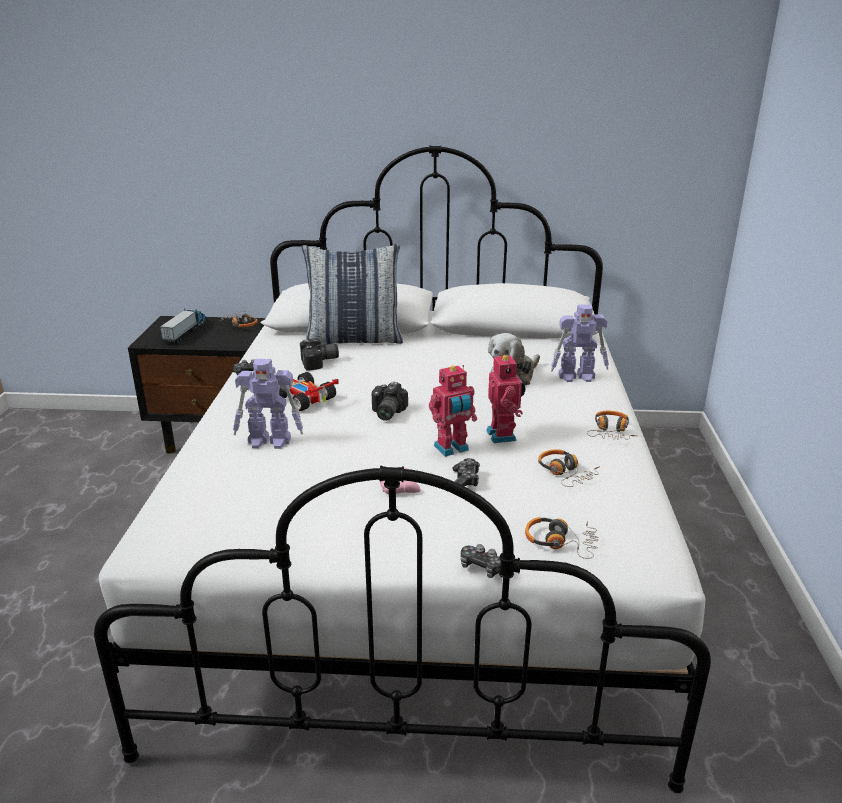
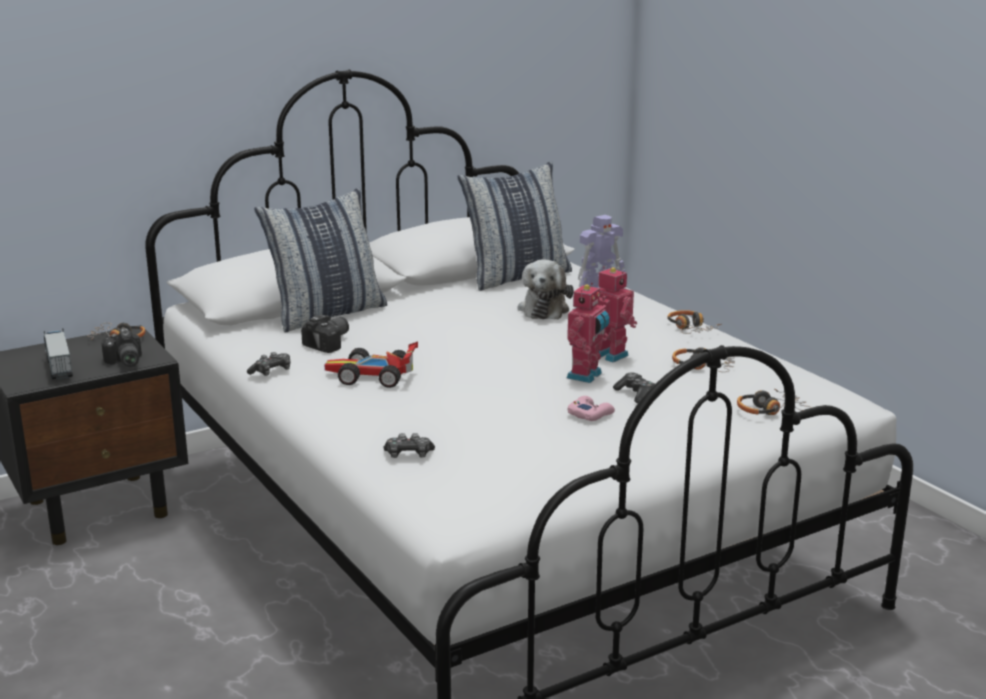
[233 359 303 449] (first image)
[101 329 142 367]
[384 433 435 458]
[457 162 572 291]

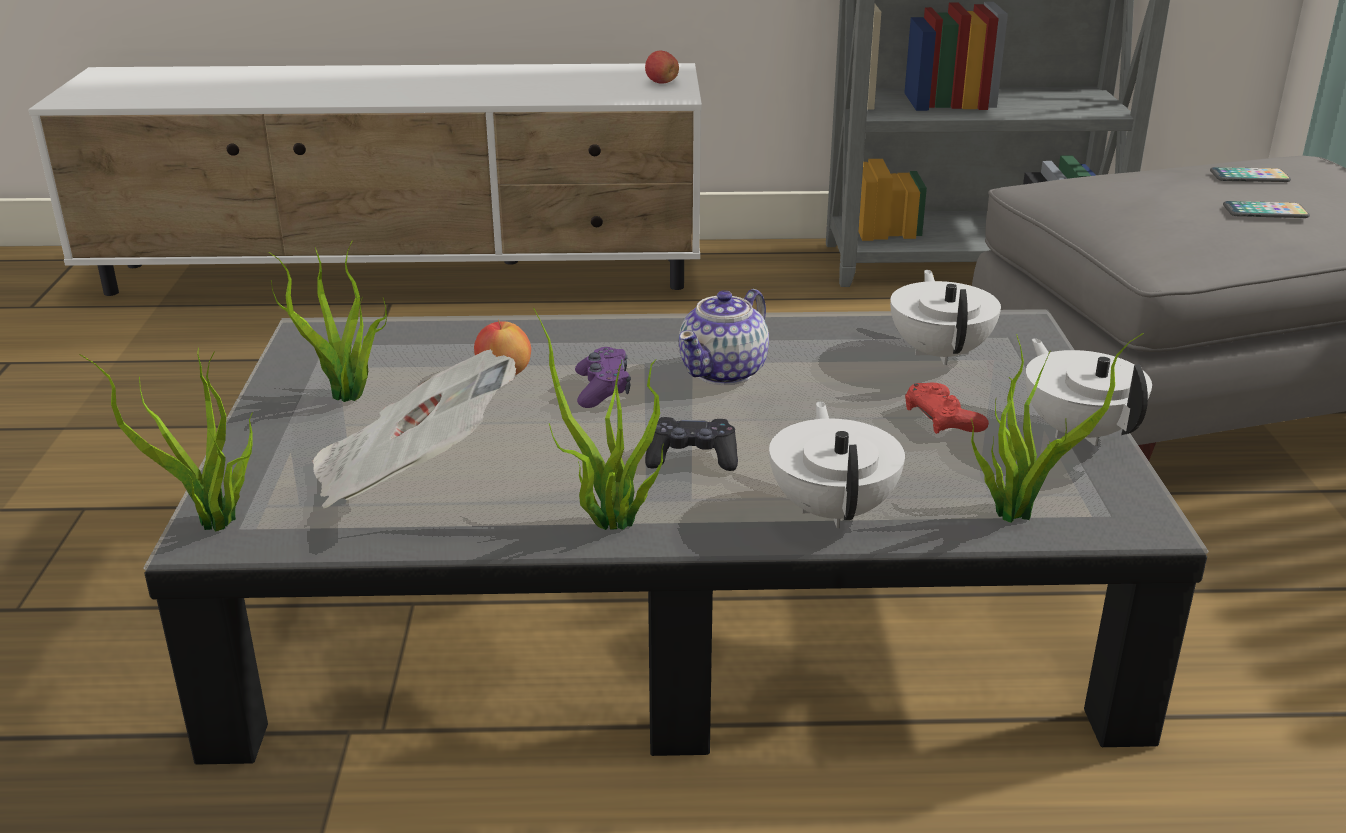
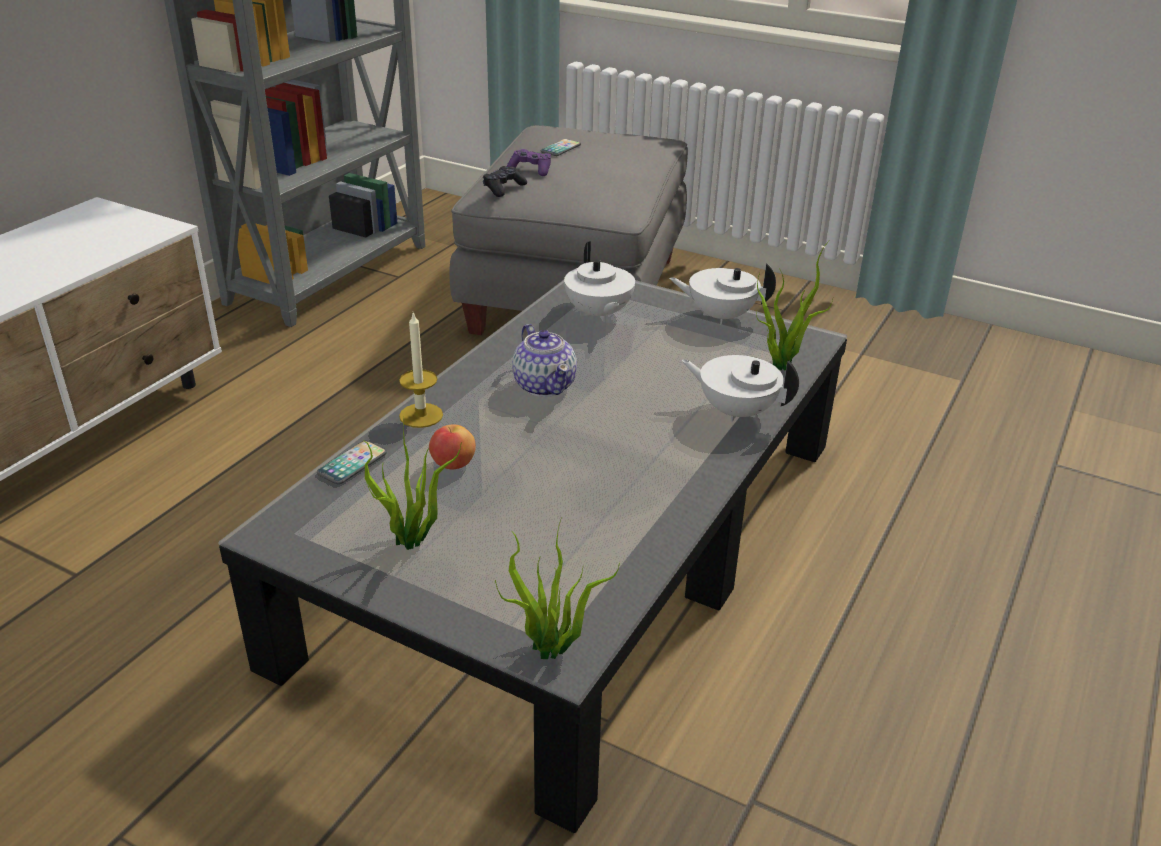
[645 51 679 84] (first image)
[317 441 387 484]
[564 241 635 322]
[533 308 663 530] (first image)
[507 149 551 176]
[312 349 516 509] (first image)
[905 383 989 434] (first image)
[483 166 527 197]
[399 312 443 428]

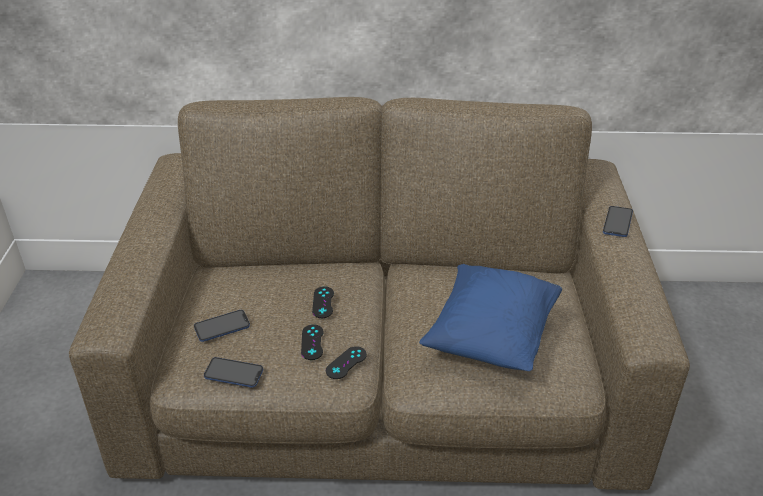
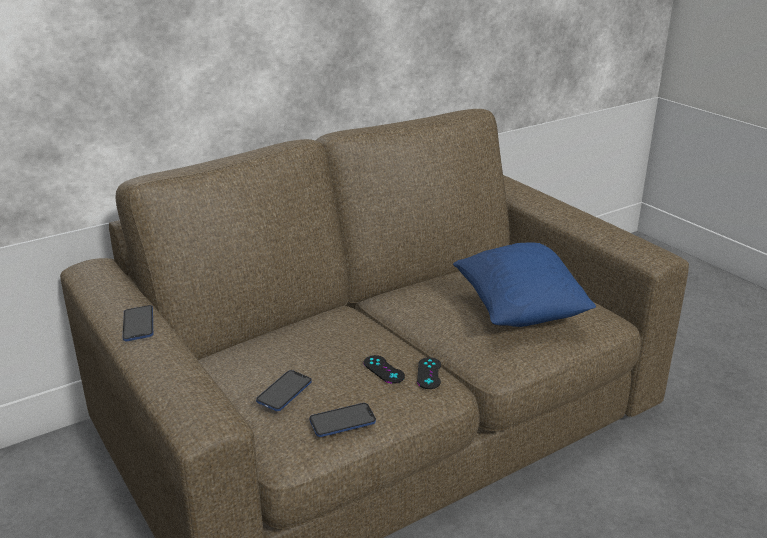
[123 305 153 341]
[312 286 334 318] (first image)

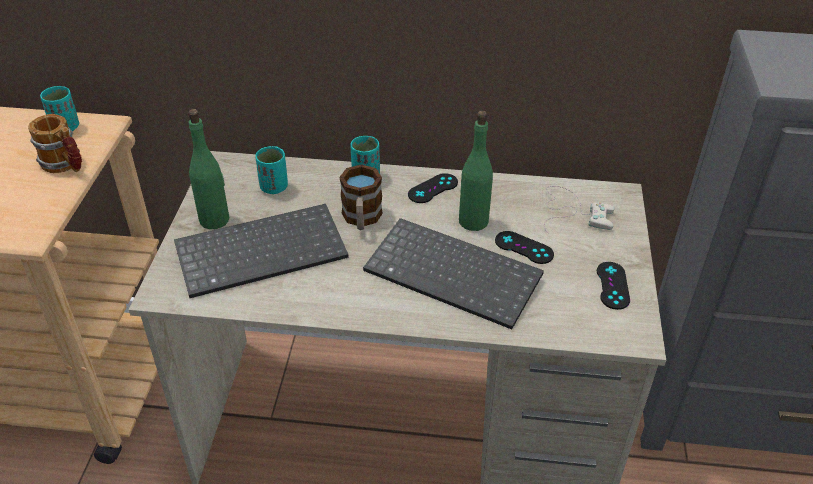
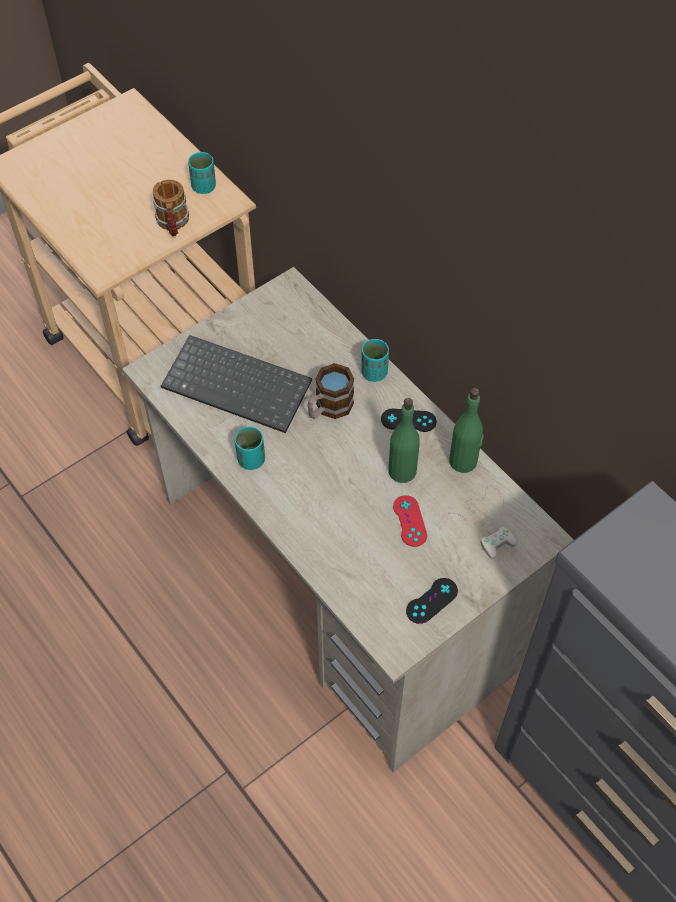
[449 387 484 473]
[235 426 265 470]
[363 218 544 329] (first image)
[393 495 427 547]

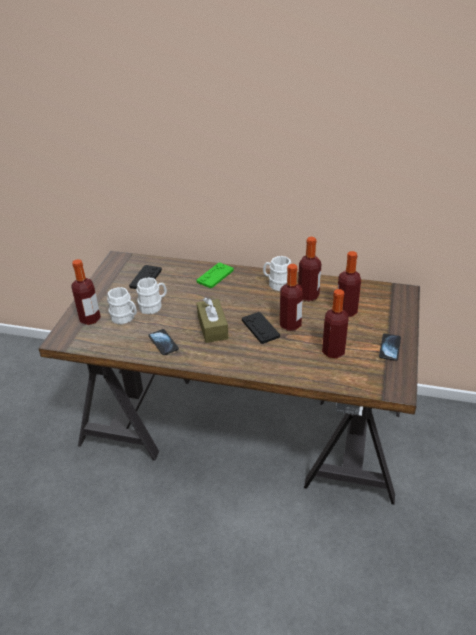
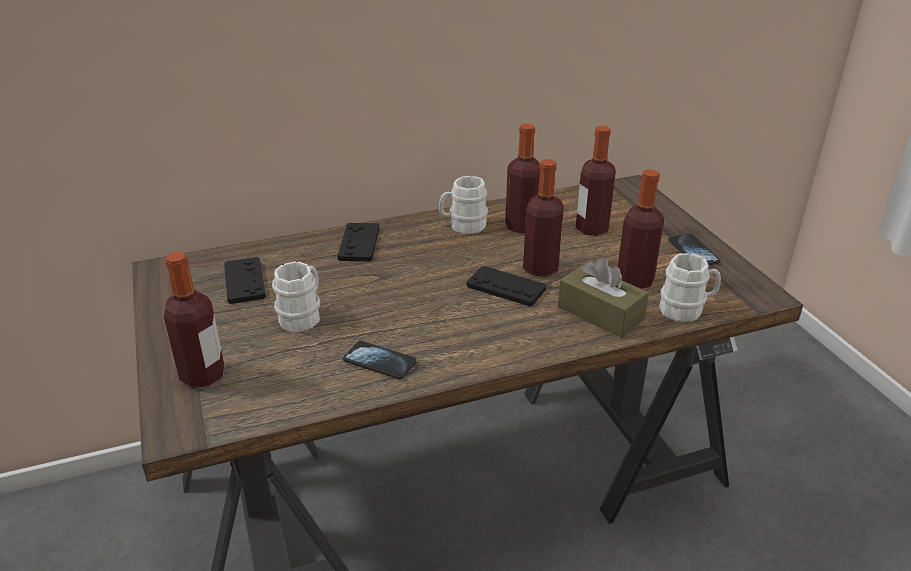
[337 223 379 261]
[659 253 721 322]
[558 258 649 338]

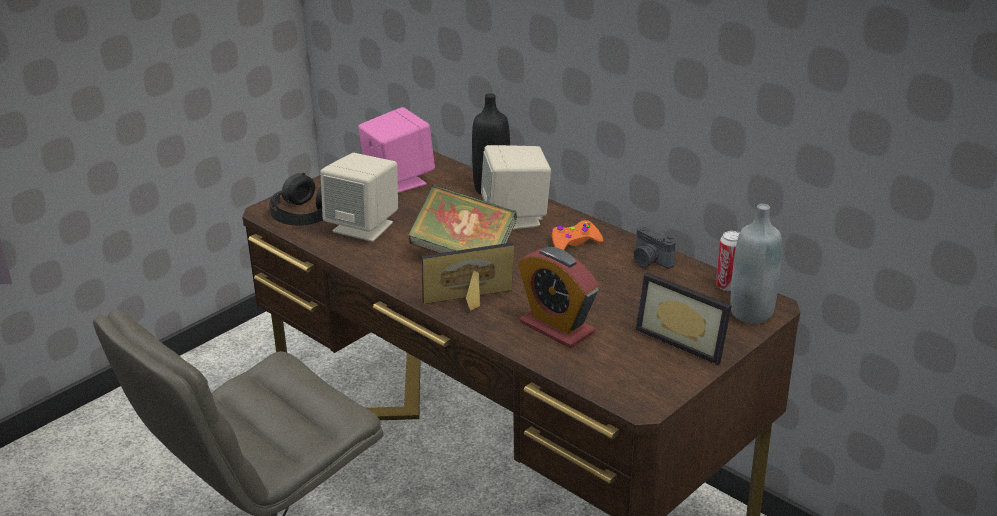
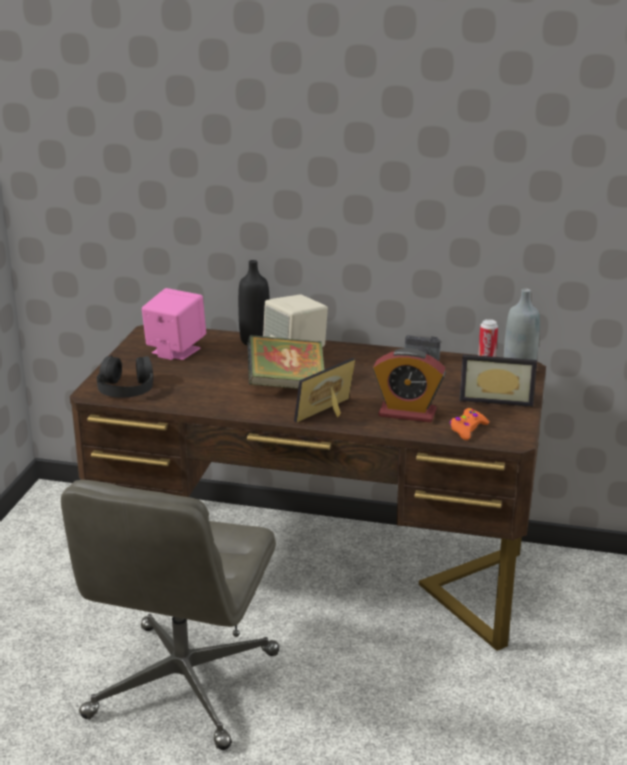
[320 153 398 242] (first image)
[450 408 489 440]

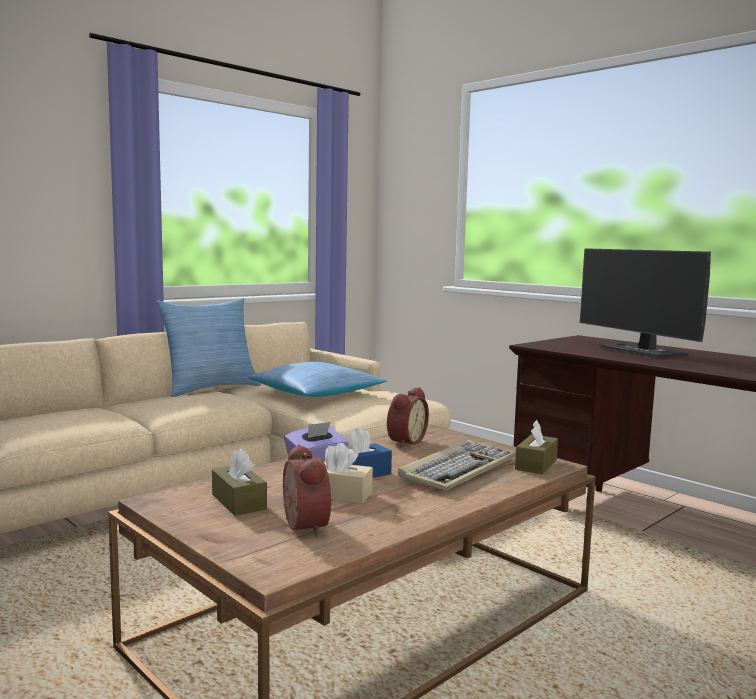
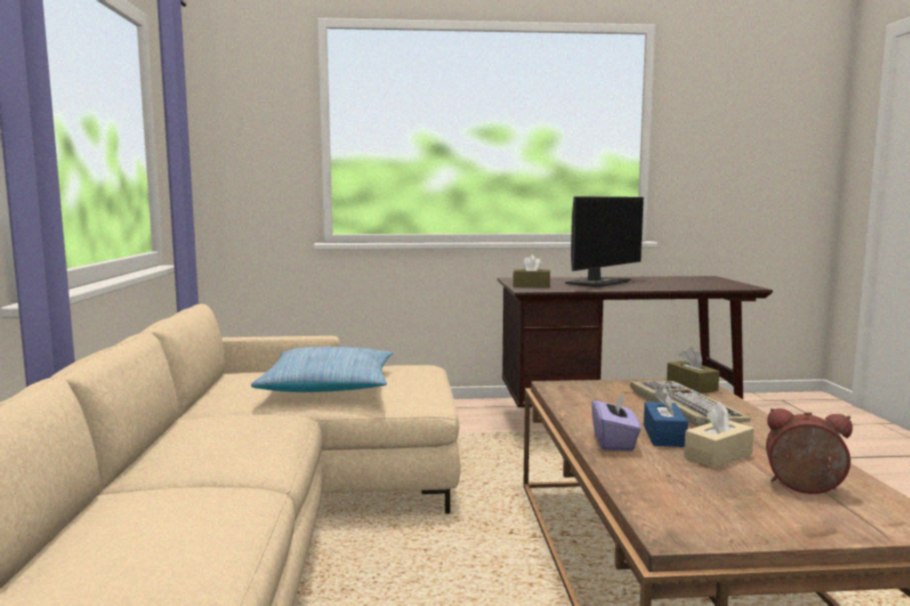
[565 196 644 287]
[155 298 261 397] (first image)
[387 387 429 448] (first image)
[513 255 551 288]

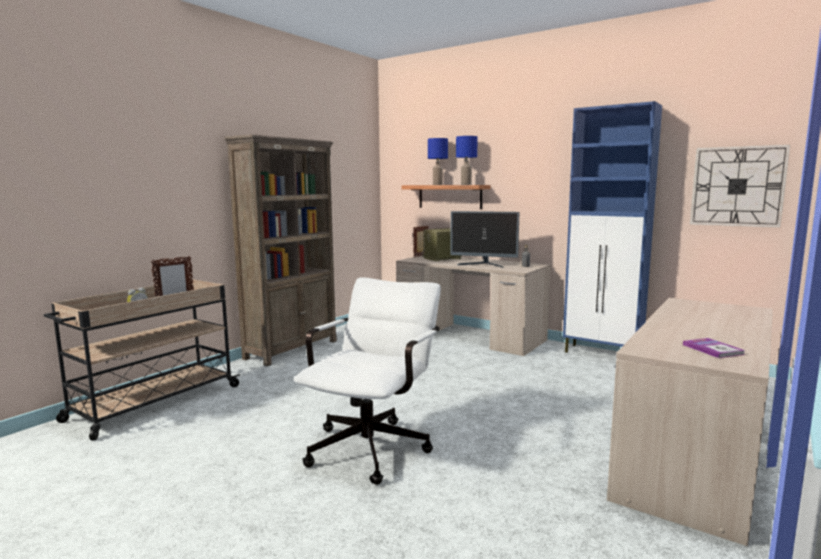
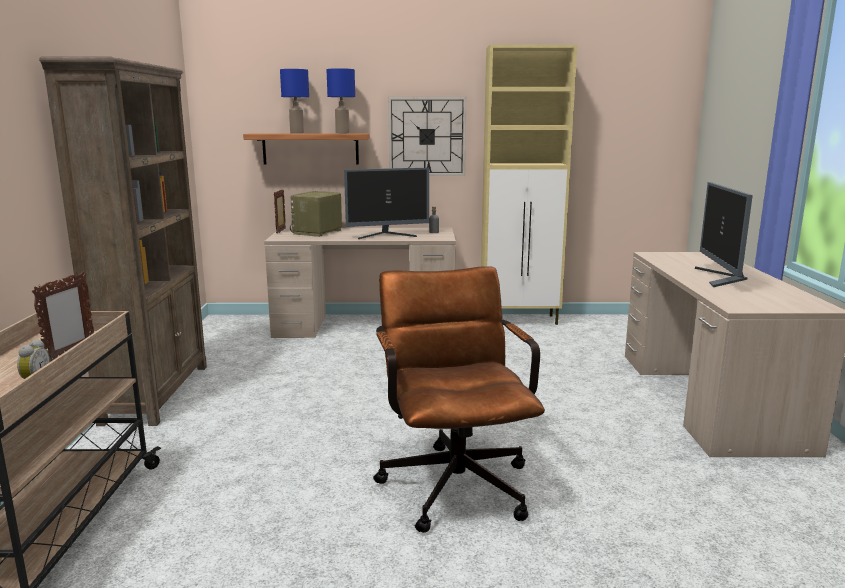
[481 45 578 325]
[388 97 466 176]
[373 266 545 533]
[683 338 745 358] (first image)
[695 182 753 287]

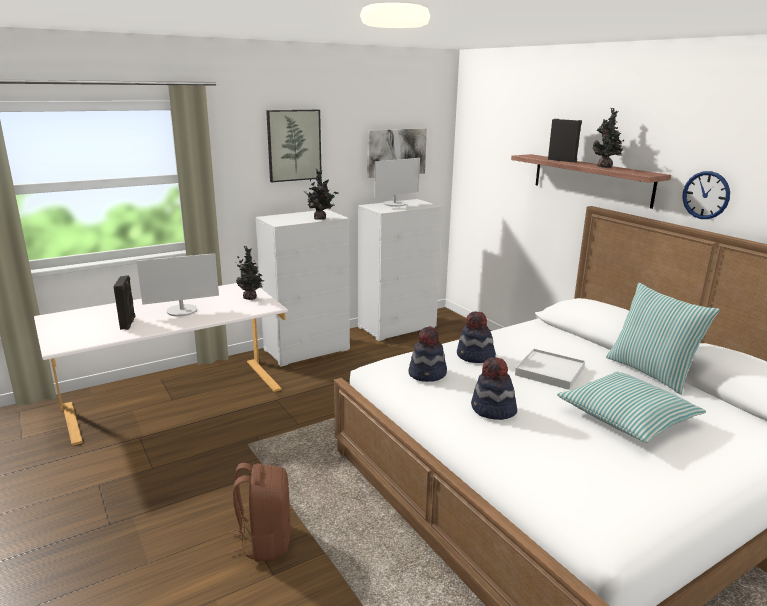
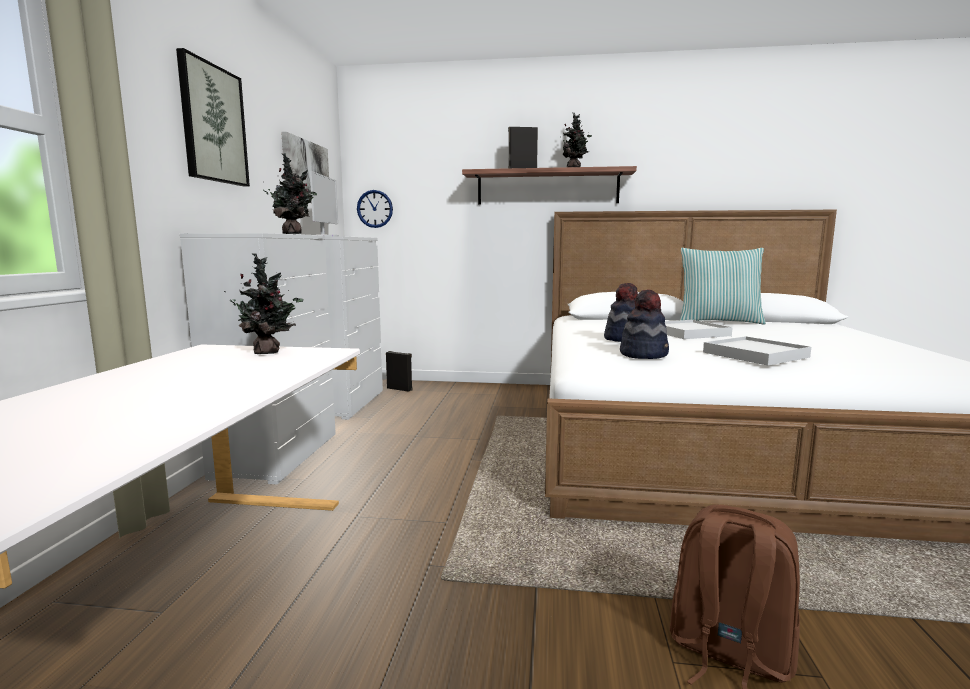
[357 190 393 228]
[137 253 219 317] (first image)
[386 351 413 392]
[703 336 811 365]
[557 372 706 443] (first image)

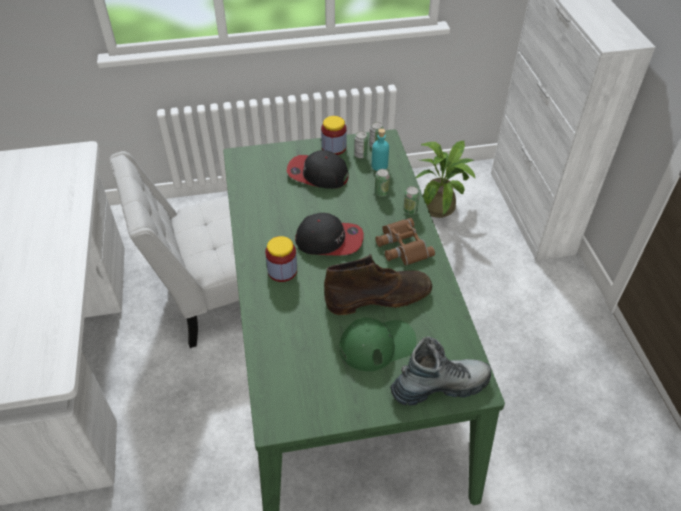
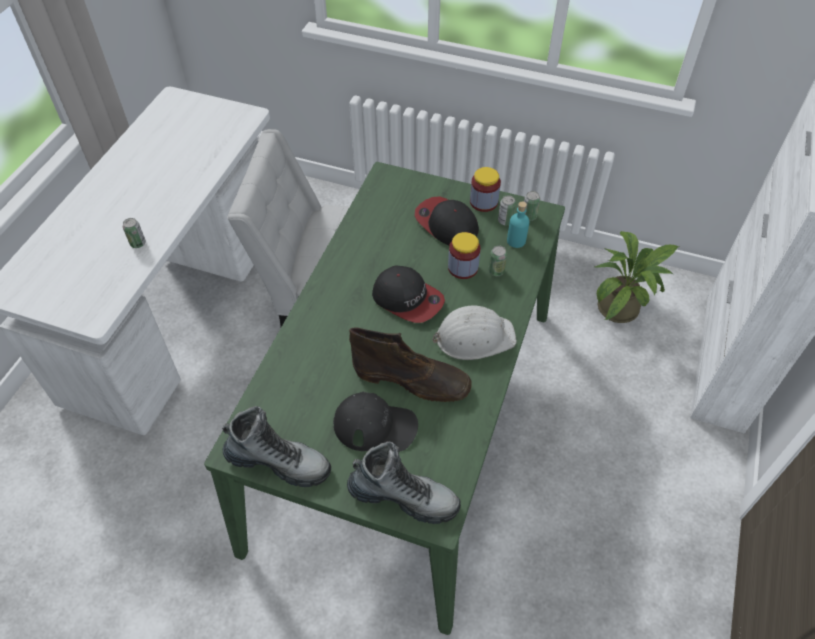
[123 218 146 248]
[432 306 517 360]
[448 232 481 279]
[333 392 418 452]
[222 406 331 487]

